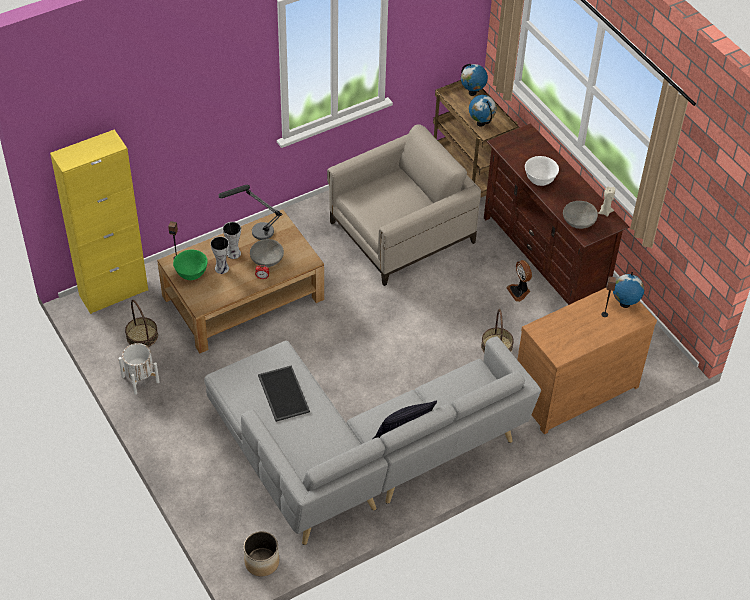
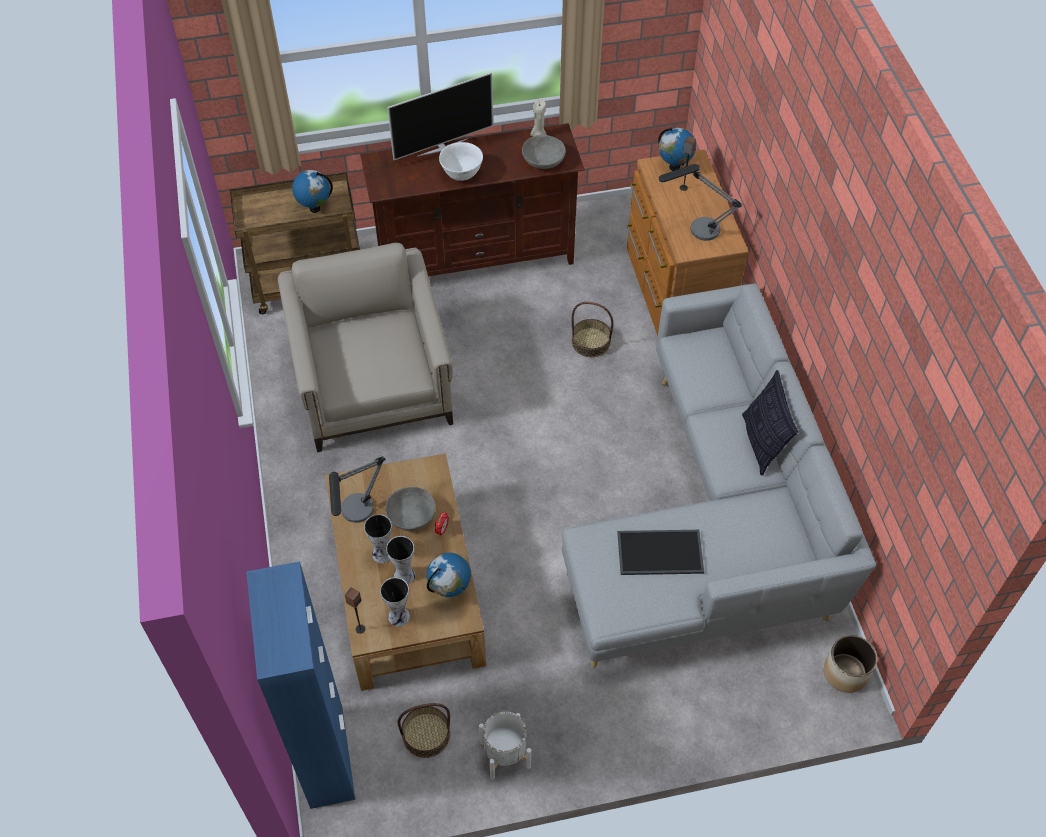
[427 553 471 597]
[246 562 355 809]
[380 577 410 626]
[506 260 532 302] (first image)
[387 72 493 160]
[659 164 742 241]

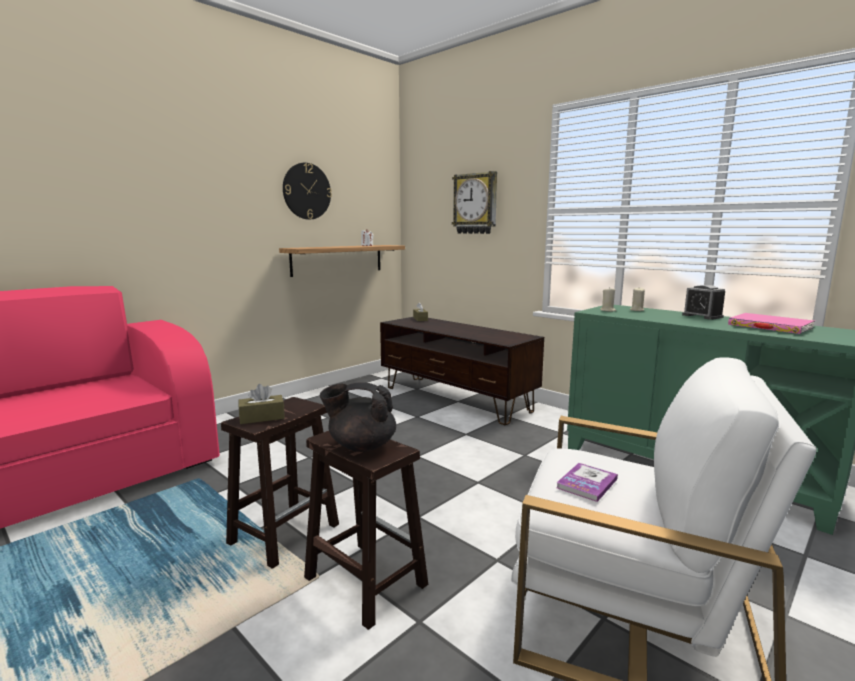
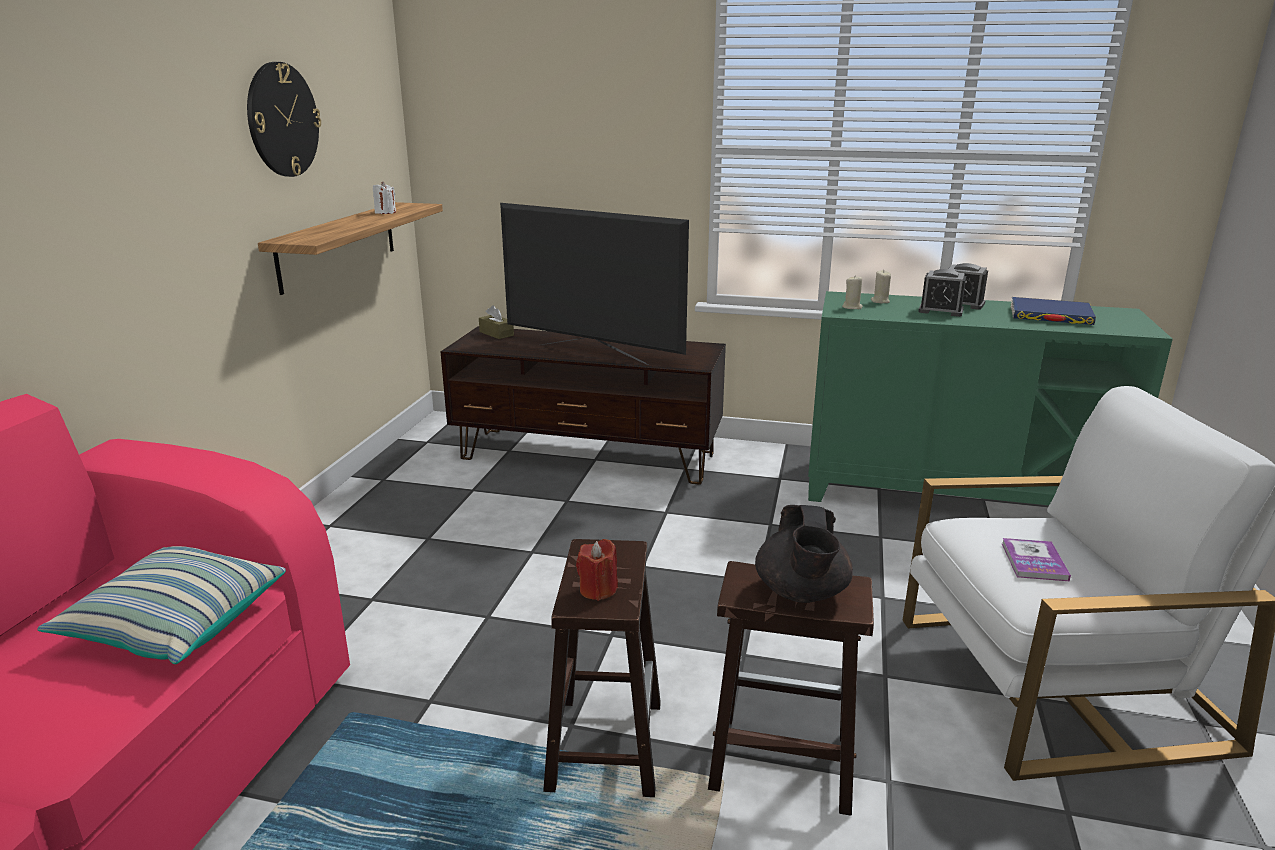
[452 171 497 234] (first image)
[1010 297 1096 325]
[755 505 853 603]
[576 539 618 601]
[500 203 689 365]
[918 269 966 317]
[38 546 286 664]

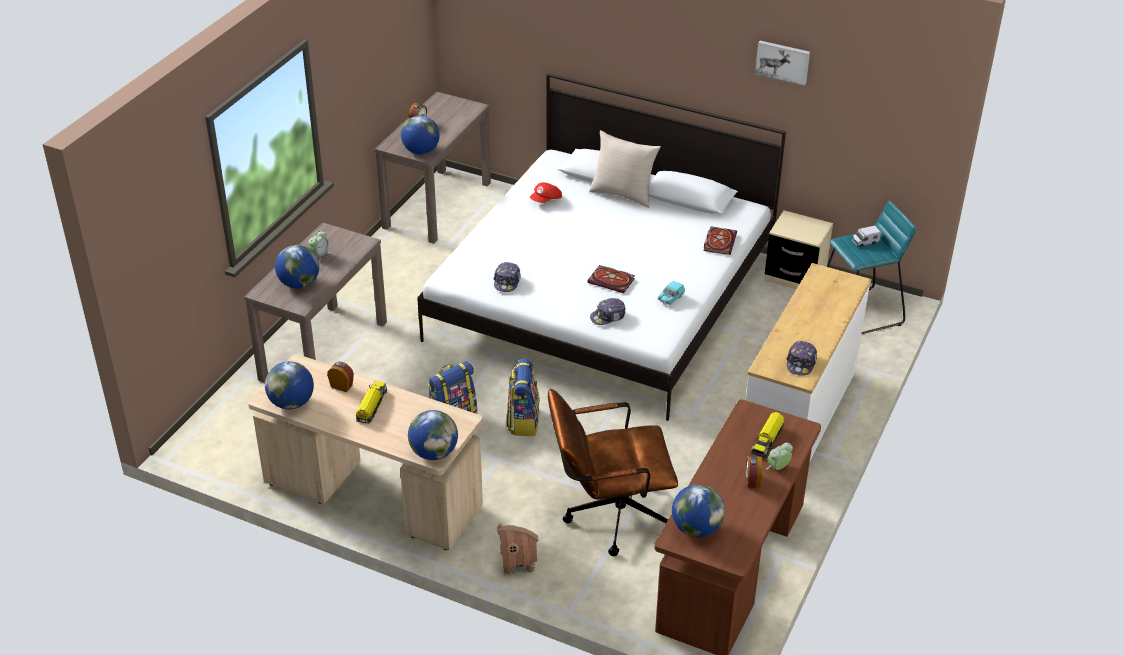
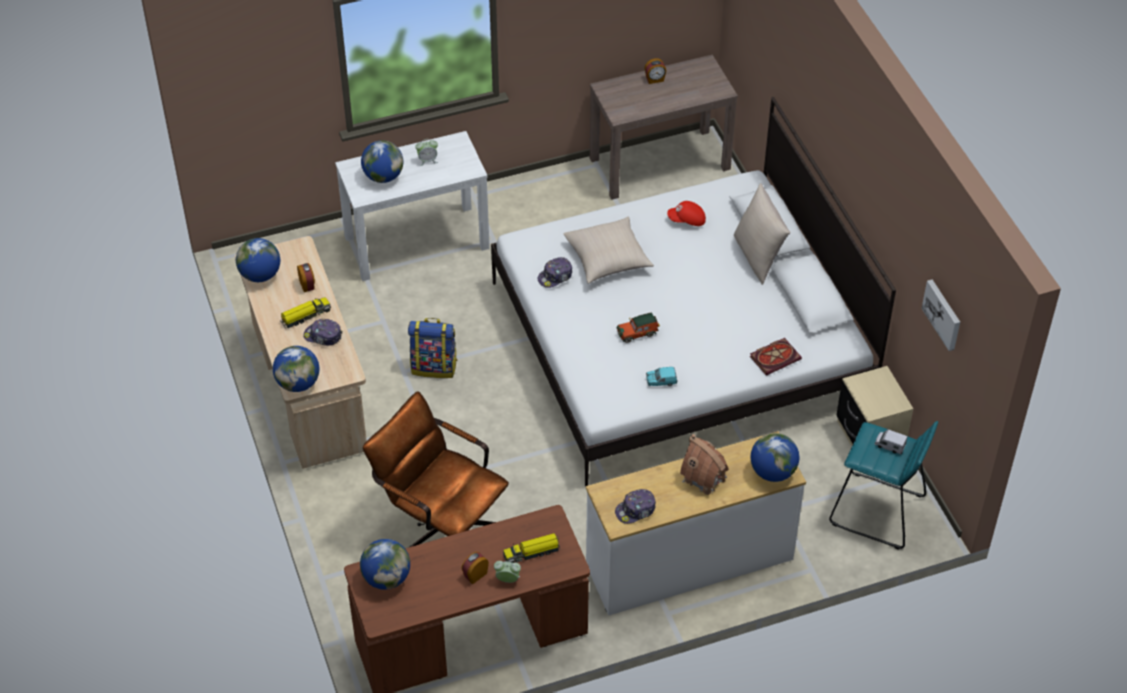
[921 280 960 351]
[751 433 799 482]
[335 131 490 281]
[616 312 660 343]
[303 319 342 346]
[506 359 540 436] (first image)
[680 434 729 495]
[563 217 654 284]

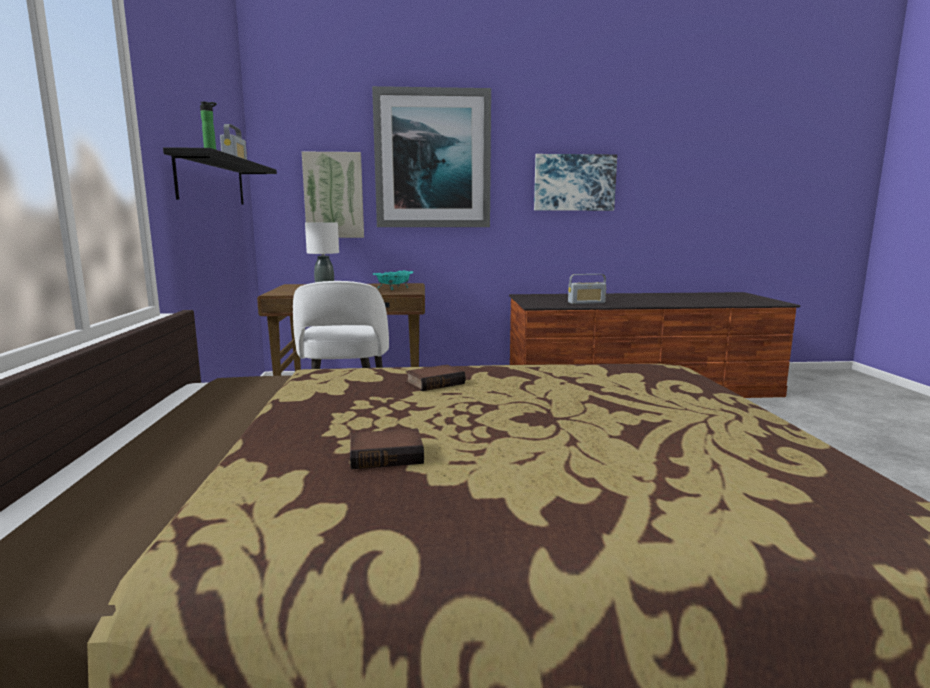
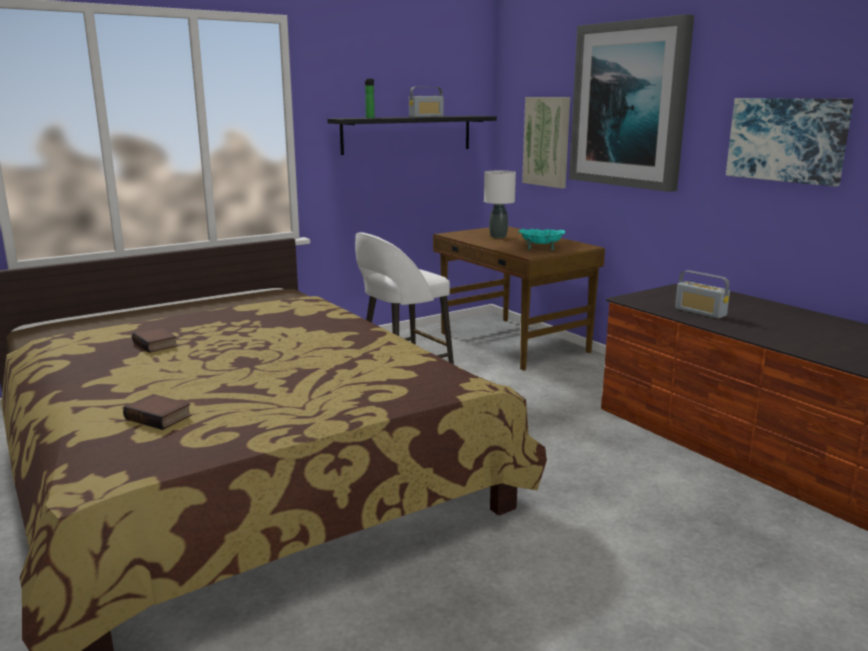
[123 394 192 430]

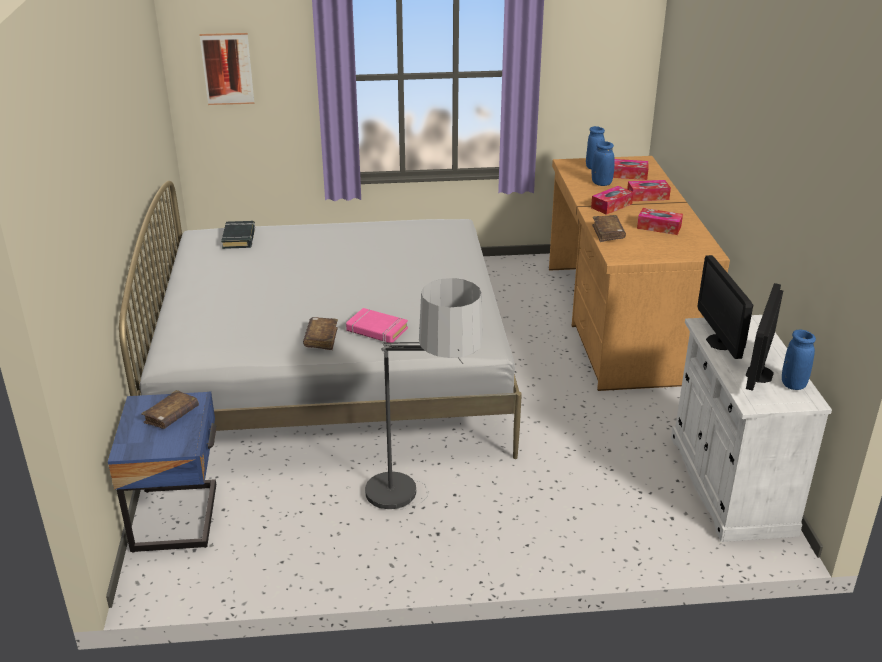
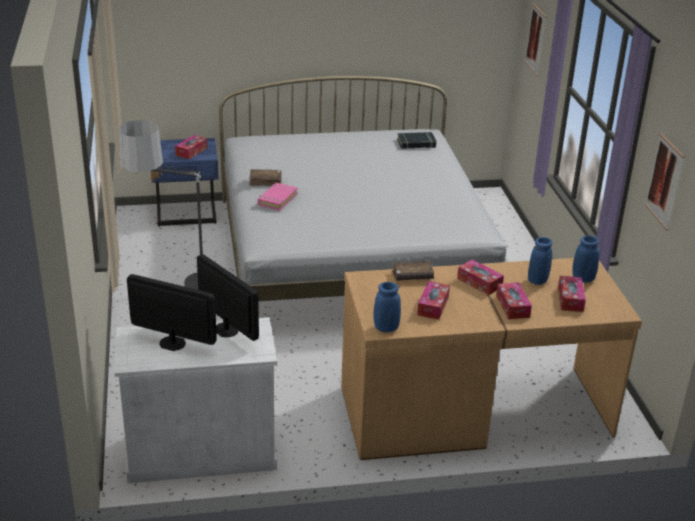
[197 254 259 341]
[373 282 401 332]
[175 135 207 159]
[645 133 685 230]

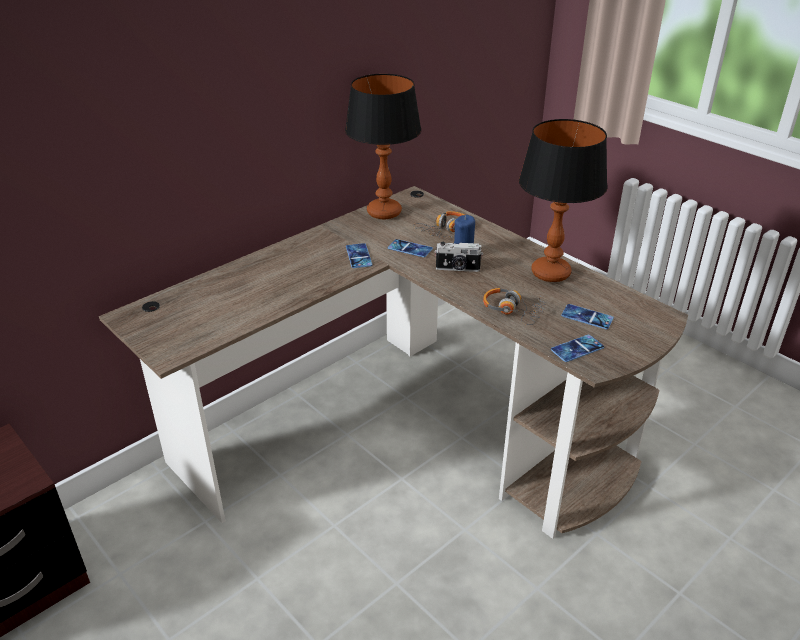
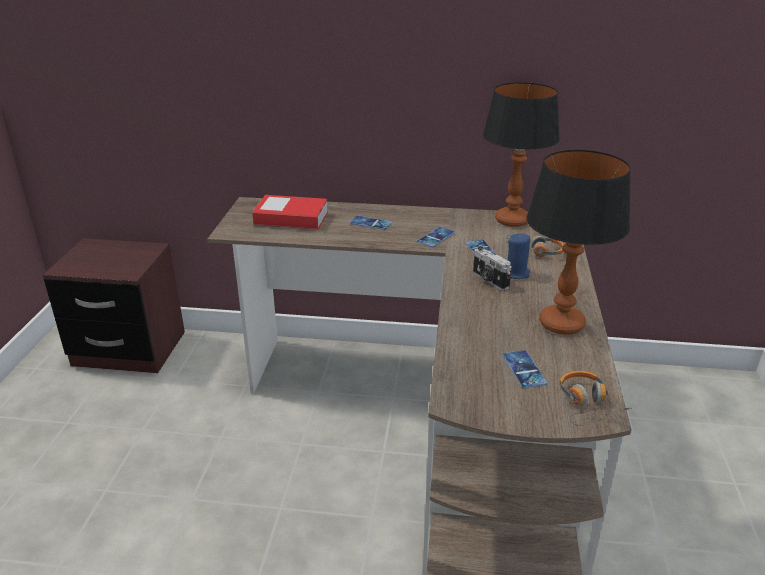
[560 371 632 426]
[350 215 392 230]
[252 195 328 229]

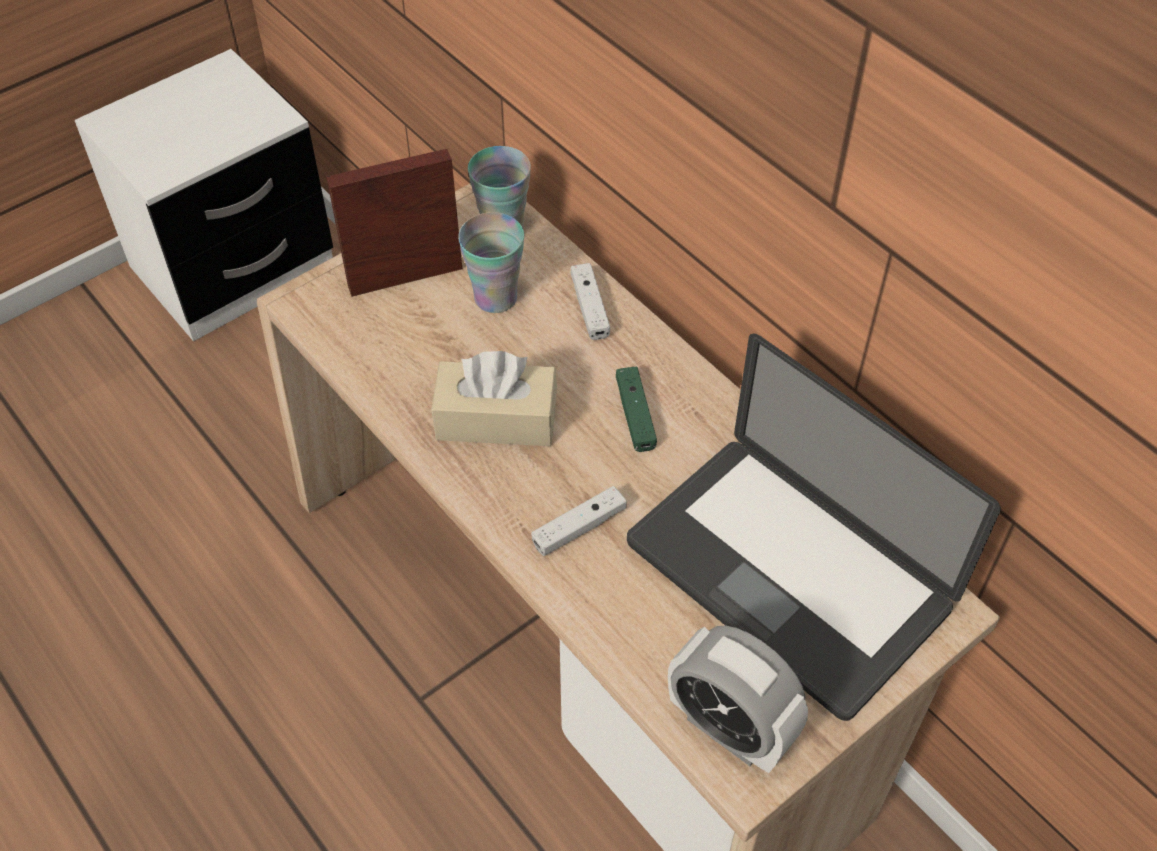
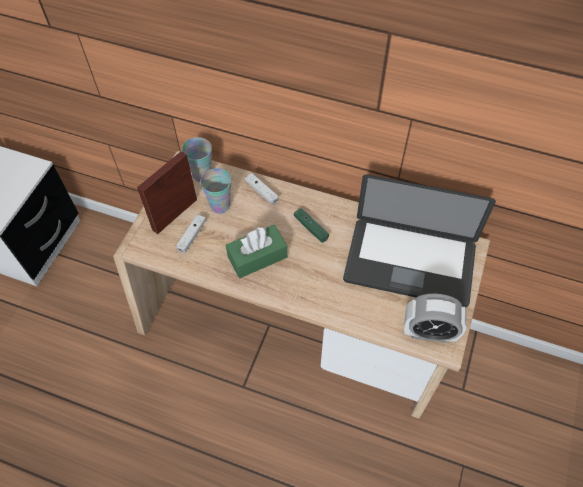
[226 224 287 278]
[176 214 206 253]

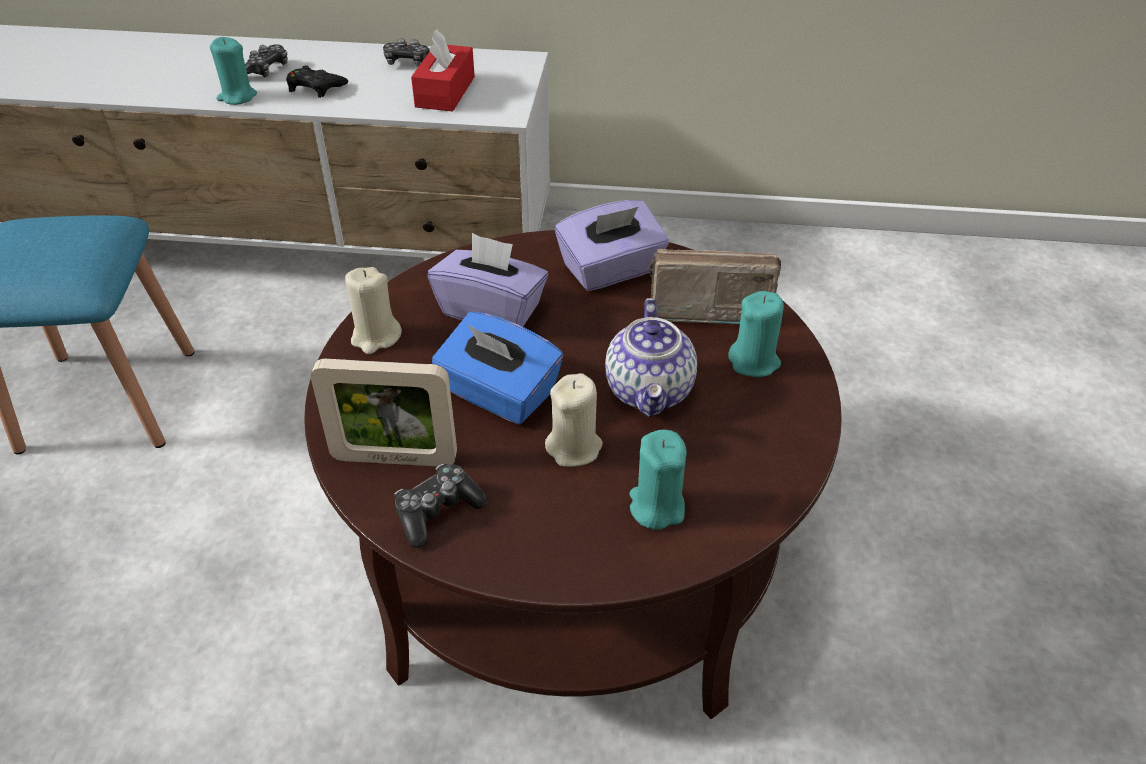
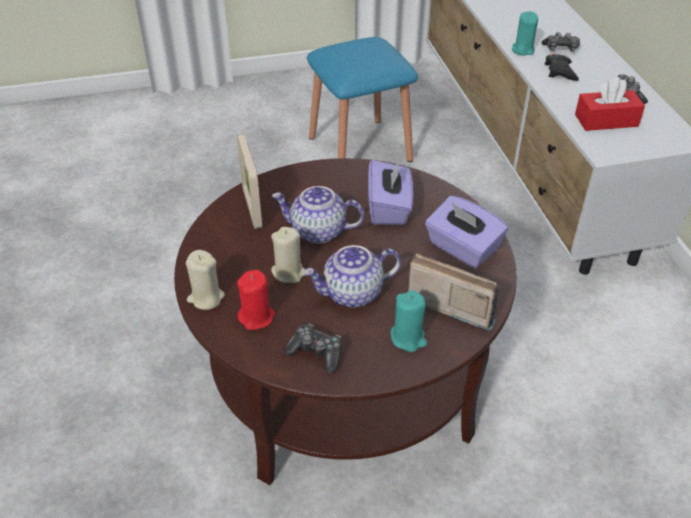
[408 254 500 331]
[186 250 225 310]
[272 186 364 244]
[237 270 275 330]
[284 324 342 374]

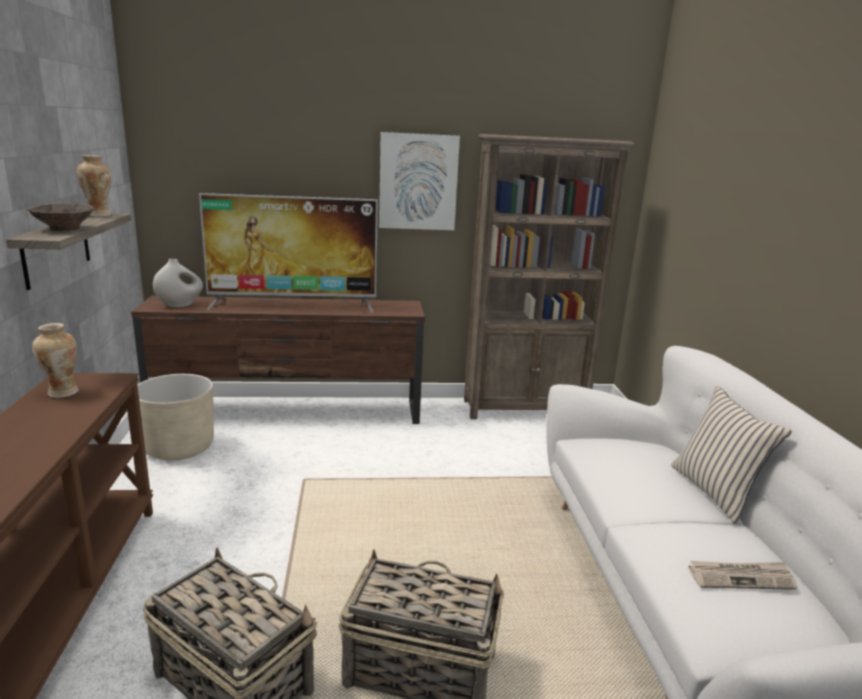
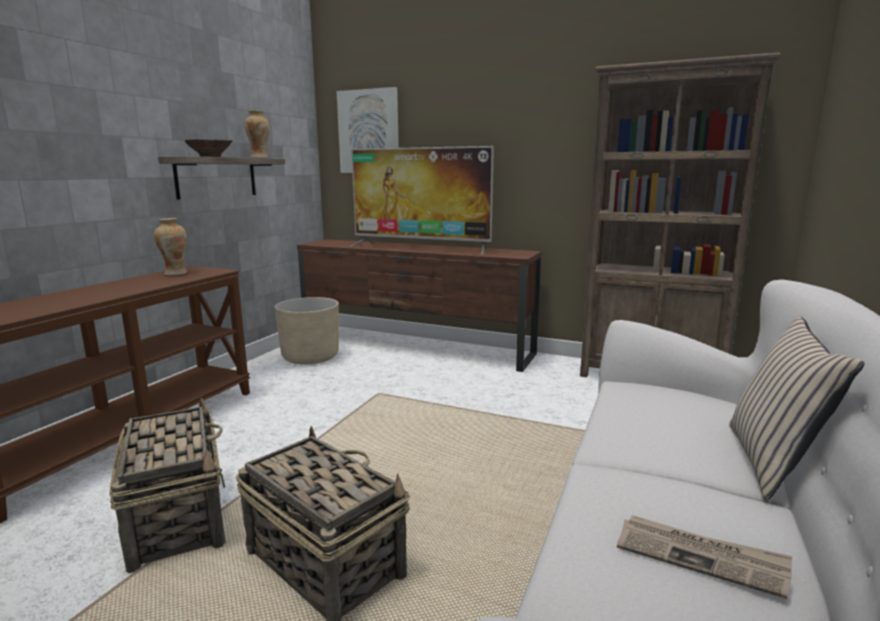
[337 87 399 173]
[153 259 203 307] (first image)

